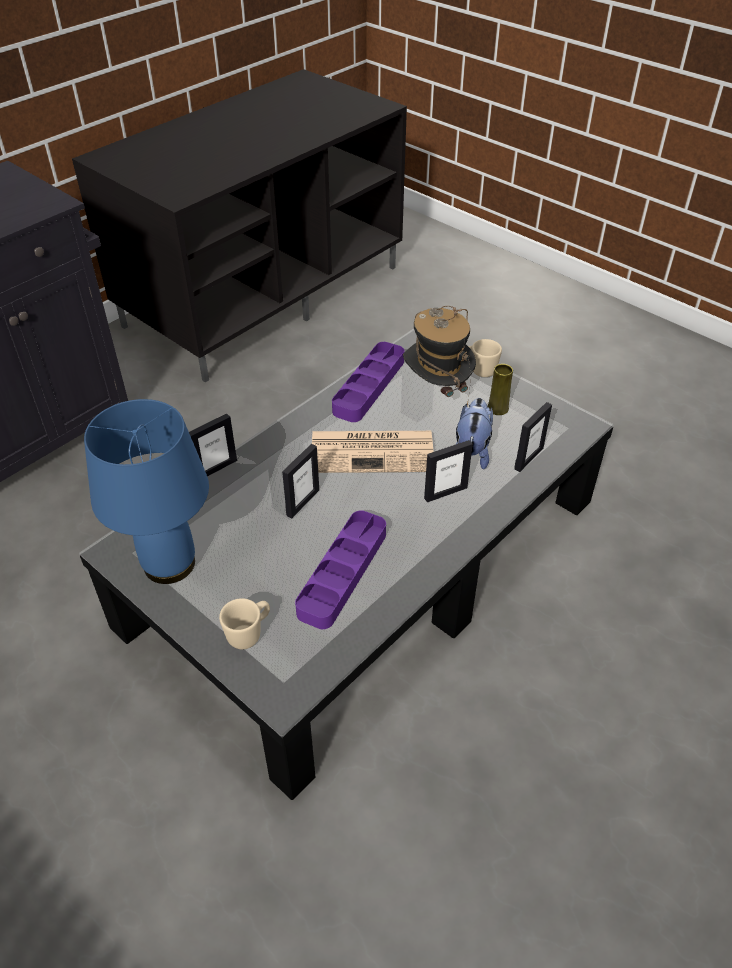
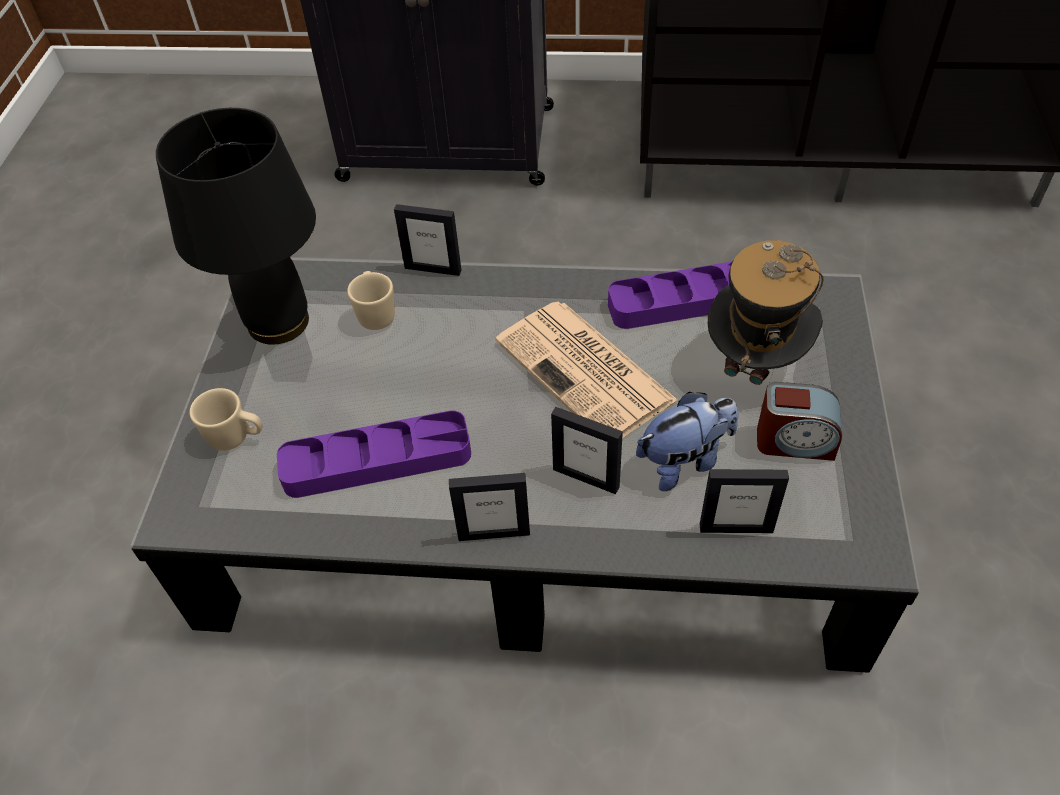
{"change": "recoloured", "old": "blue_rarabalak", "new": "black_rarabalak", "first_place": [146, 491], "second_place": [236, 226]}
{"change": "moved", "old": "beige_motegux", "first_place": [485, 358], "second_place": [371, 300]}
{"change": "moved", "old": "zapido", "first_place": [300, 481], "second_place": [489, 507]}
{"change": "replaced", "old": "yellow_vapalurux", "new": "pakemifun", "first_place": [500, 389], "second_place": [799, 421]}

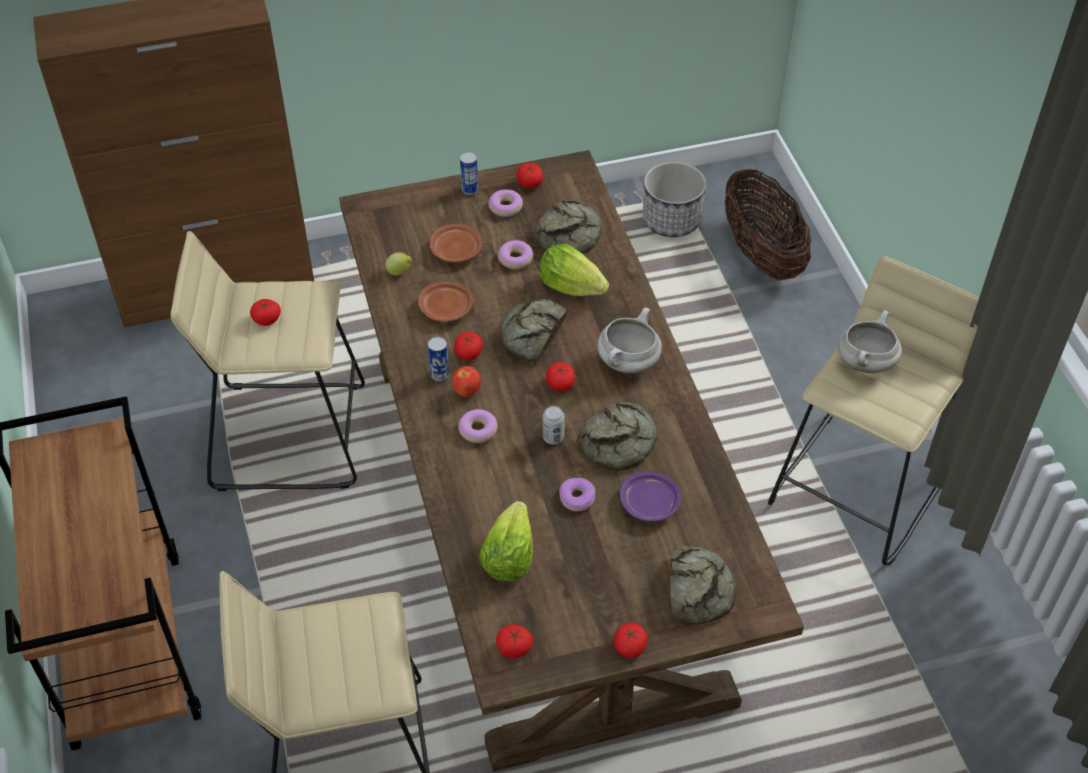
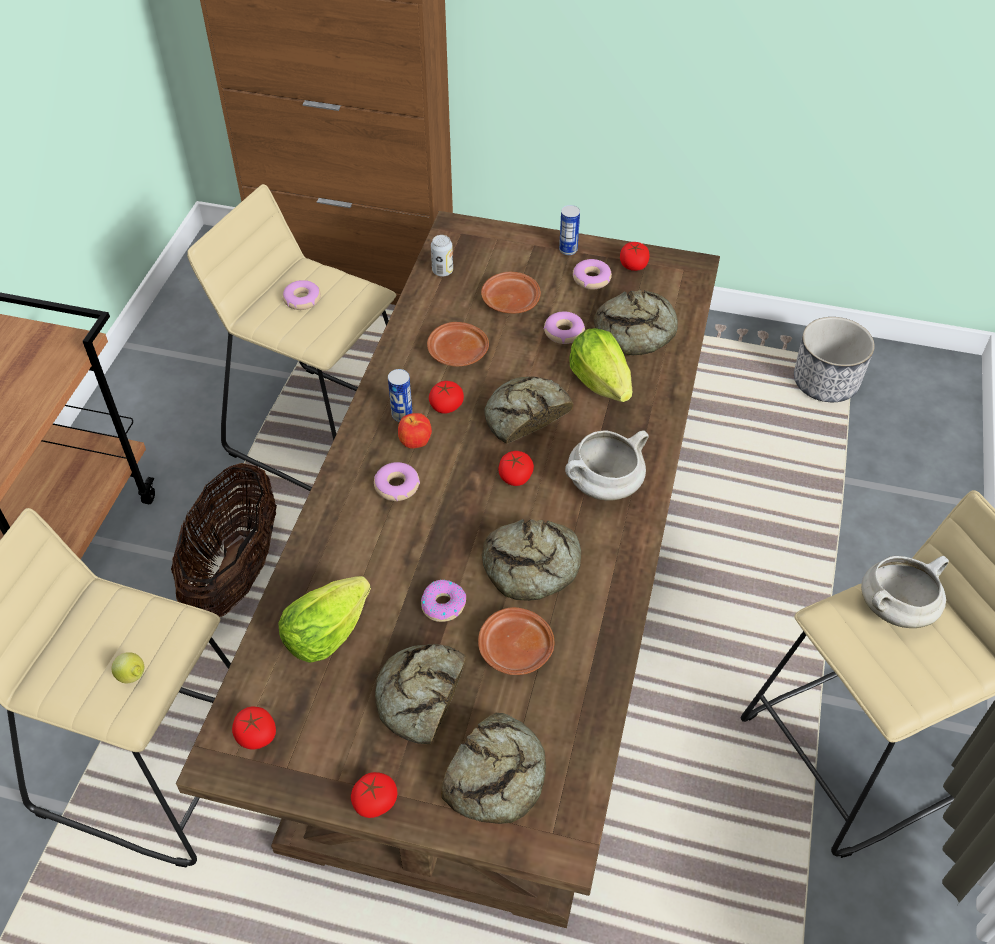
{"change": "moved", "old": "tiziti", "first_place": [398, 264], "second_place": [128, 667]}
{"change": "moved", "old": "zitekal", "first_place": [768, 224], "second_place": [224, 540]}
{"change": "replaced", "old": "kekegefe", "new": "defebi", "first_place": [265, 312], "second_place": [302, 295]}
{"change": "added", "new": "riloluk", "second_place": [420, 694]}
{"change": "moved", "old": "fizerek", "first_place": [554, 425], "second_place": [442, 256]}
{"change": "recoloured", "old": "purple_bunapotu", "new": "brown_bunapotu", "first_place": [650, 496], "second_place": [516, 641]}

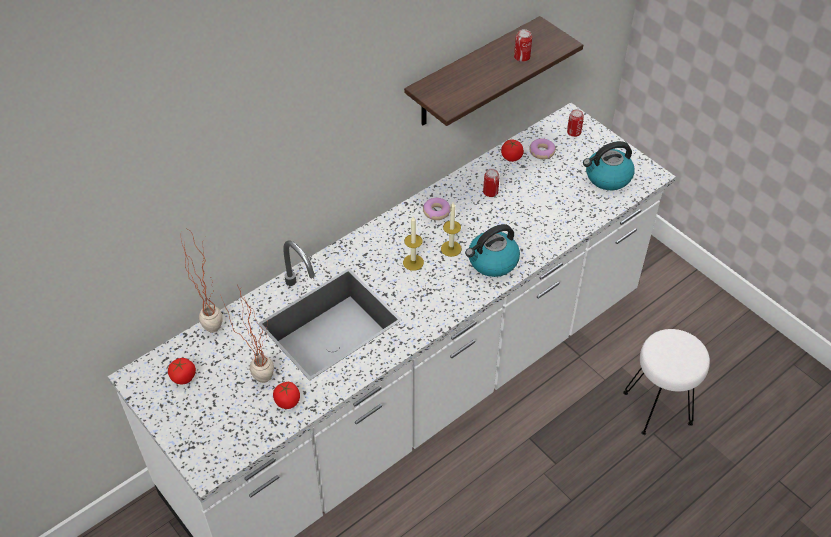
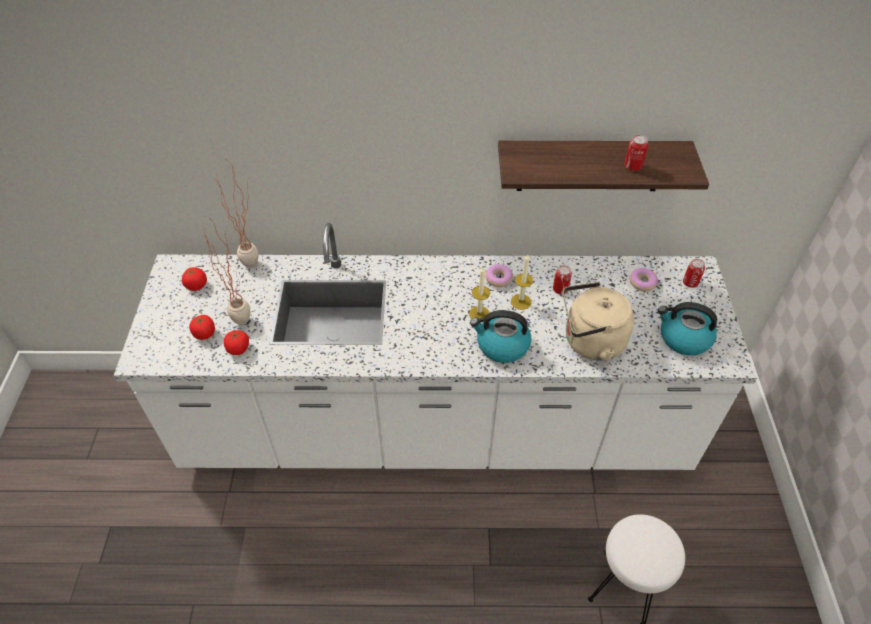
{"change": "moved", "old": "kekegefe", "first_place": [512, 151], "second_place": [202, 327]}
{"change": "moved", "old": "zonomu", "first_place": [413, 243], "second_place": [522, 282]}
{"change": "added", "new": "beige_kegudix", "second_place": [598, 321]}

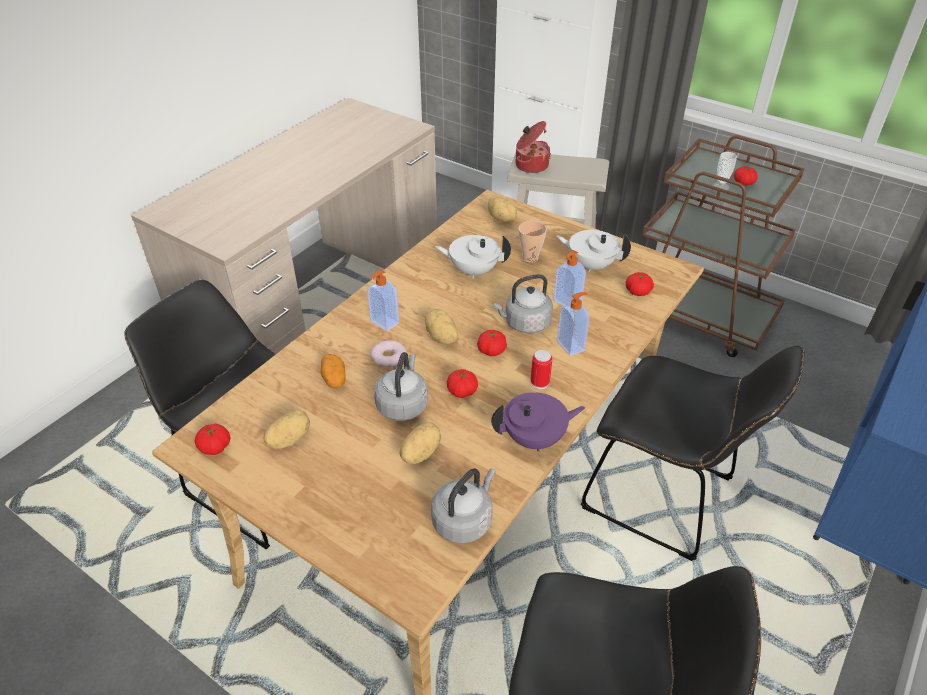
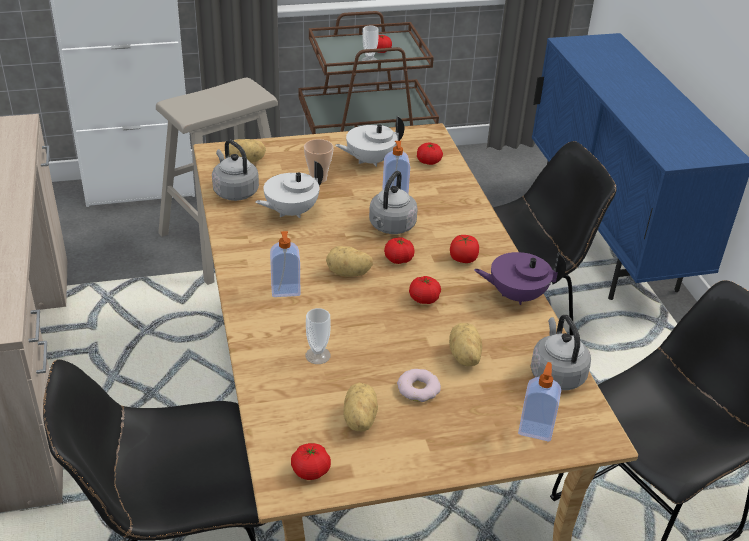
{"change": "moved", "old": "grey_kegudix", "first_place": [401, 386], "second_place": [235, 170]}
{"change": "replaced", "old": "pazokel", "new": "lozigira", "first_place": [333, 371], "second_place": [318, 336]}
{"change": "moved", "old": "defebi", "first_place": [388, 353], "second_place": [419, 385]}
{"change": "replaced", "old": "fizerek", "new": "kekegefe", "first_place": [541, 369], "second_place": [464, 249]}
{"change": "turned", "old": "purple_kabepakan", "first_place": [538, 422], "second_place": [520, 278], "degrees": -120}
{"change": "moved", "old": "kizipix", "first_place": [573, 324], "second_place": [539, 401]}
{"change": "removed", "old": "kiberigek", "first_place": [533, 147]}

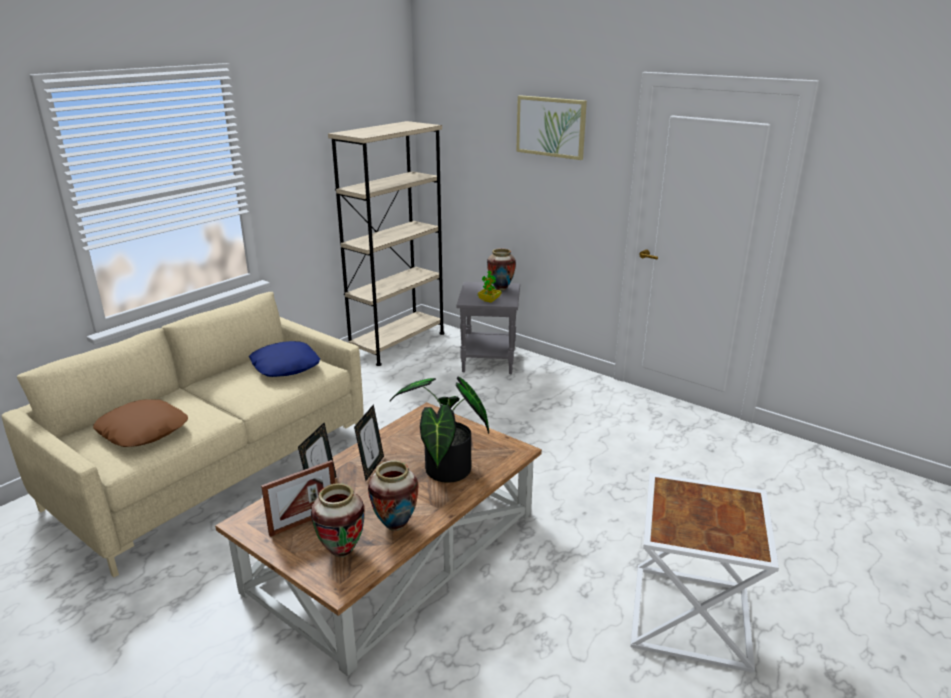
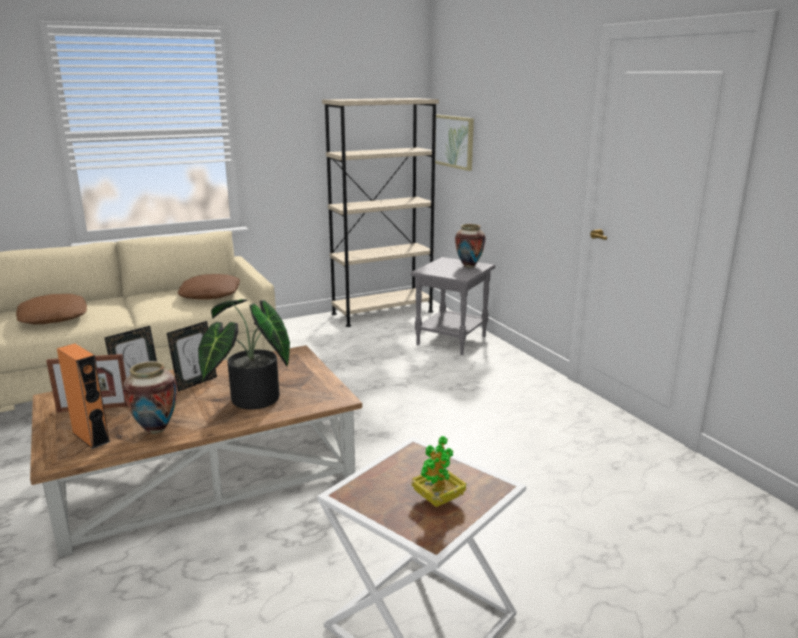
{"change": "replaced", "old": "vapalurux", "new": "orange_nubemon", "first_place": [338, 520], "second_place": [83, 396]}
{"change": "recoloured", "old": "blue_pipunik", "new": "brown_pipunik", "first_place": [284, 359], "second_place": [208, 287]}
{"change": "moved", "old": "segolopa", "first_place": [489, 286], "second_place": [439, 471]}
{"change": "moved", "old": "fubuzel", "first_place": [551, 127], "second_place": [454, 143]}

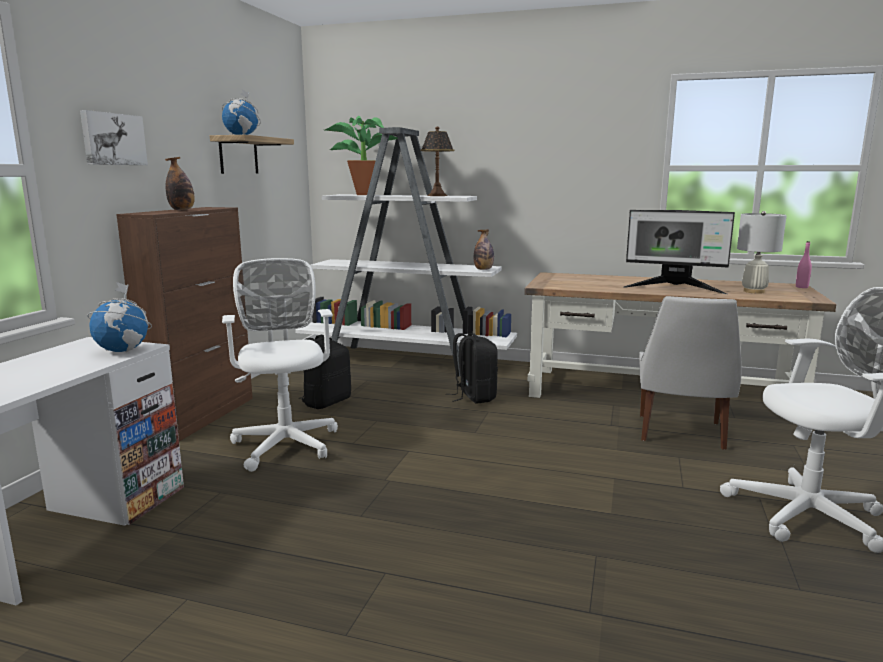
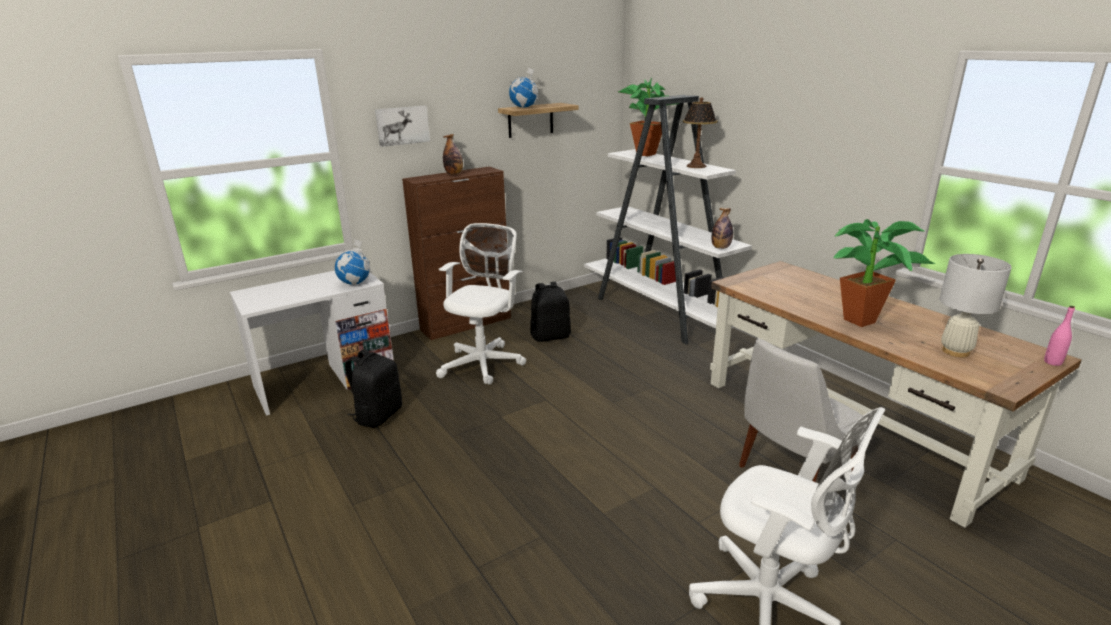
{"change": "moved", "old": "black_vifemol", "first_place": [472, 368], "second_place": [373, 388]}
{"change": "replaced", "old": "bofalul", "new": "segolopa", "first_place": [679, 252], "second_place": [884, 273]}

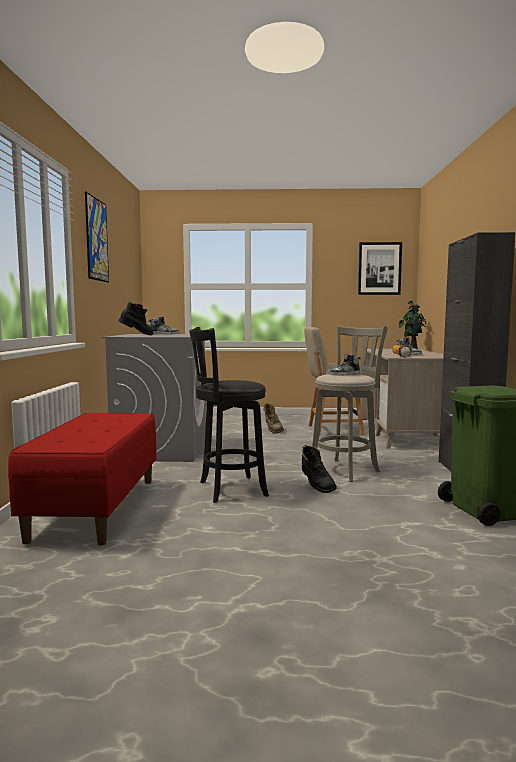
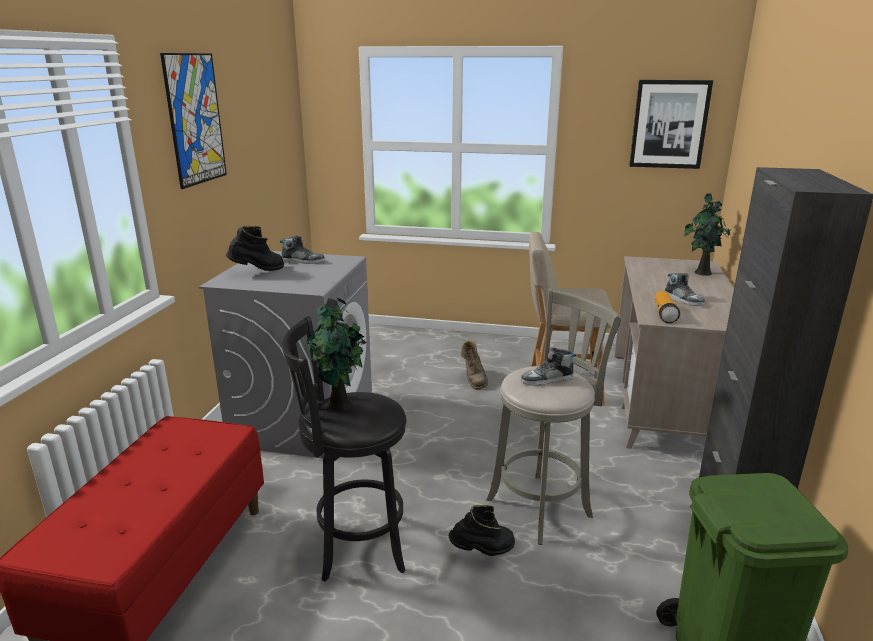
{"change": "added", "new": "segolopa", "second_place": [336, 354]}
{"change": "turned", "old": "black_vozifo", "first_place": [319, 469], "second_place": [482, 530], "degrees": -90}

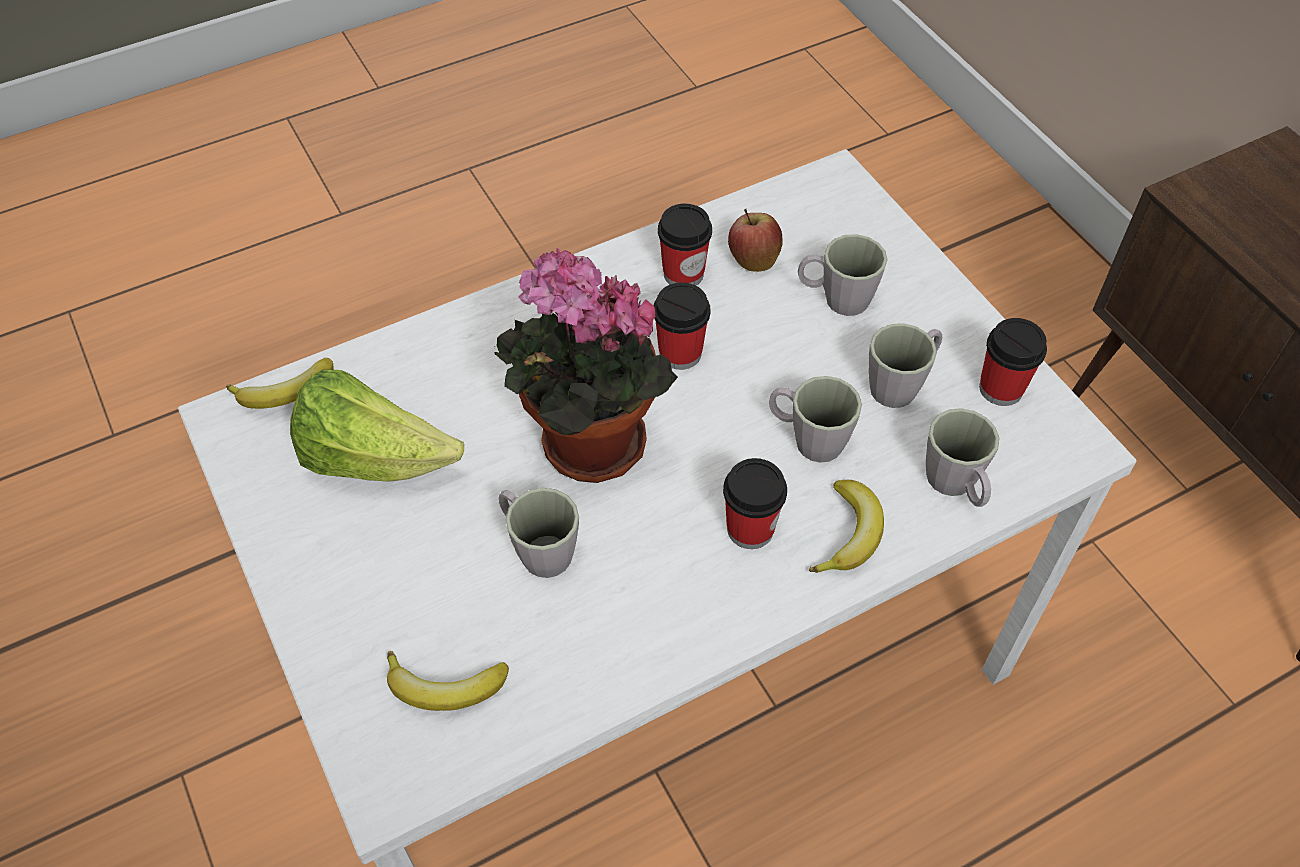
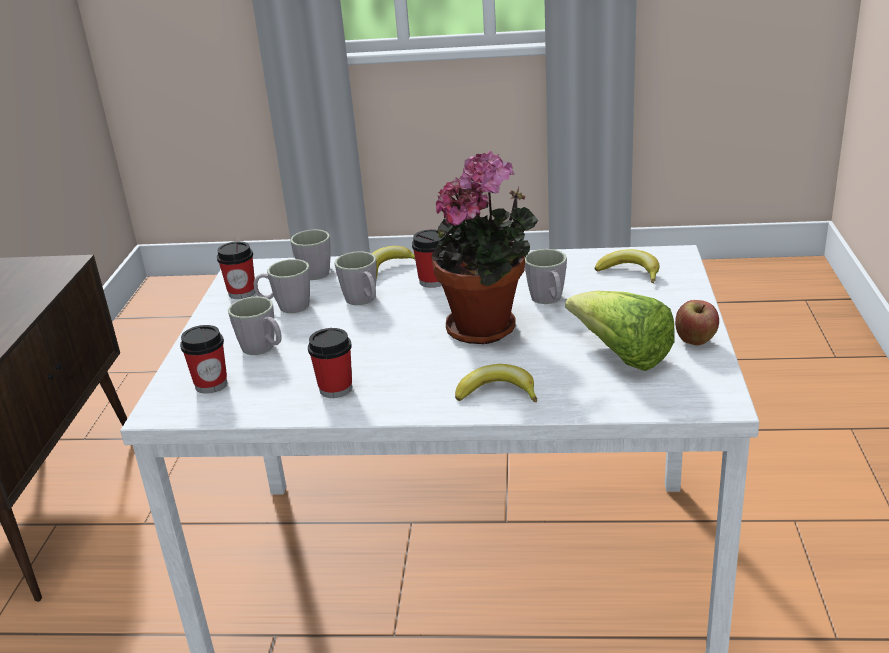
{"change": "moved", "old": "lozigira", "first_place": [682, 326], "second_place": [203, 359]}
{"change": "moved", "old": "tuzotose", "first_place": [279, 383], "second_place": [496, 383]}
{"change": "moved", "old": "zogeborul", "first_place": [755, 240], "second_place": [697, 323]}

